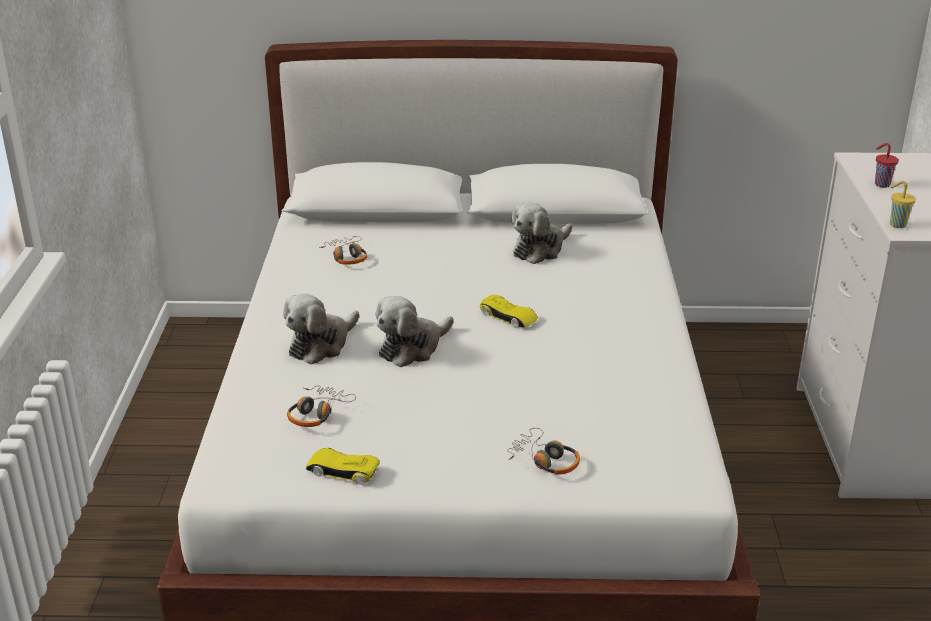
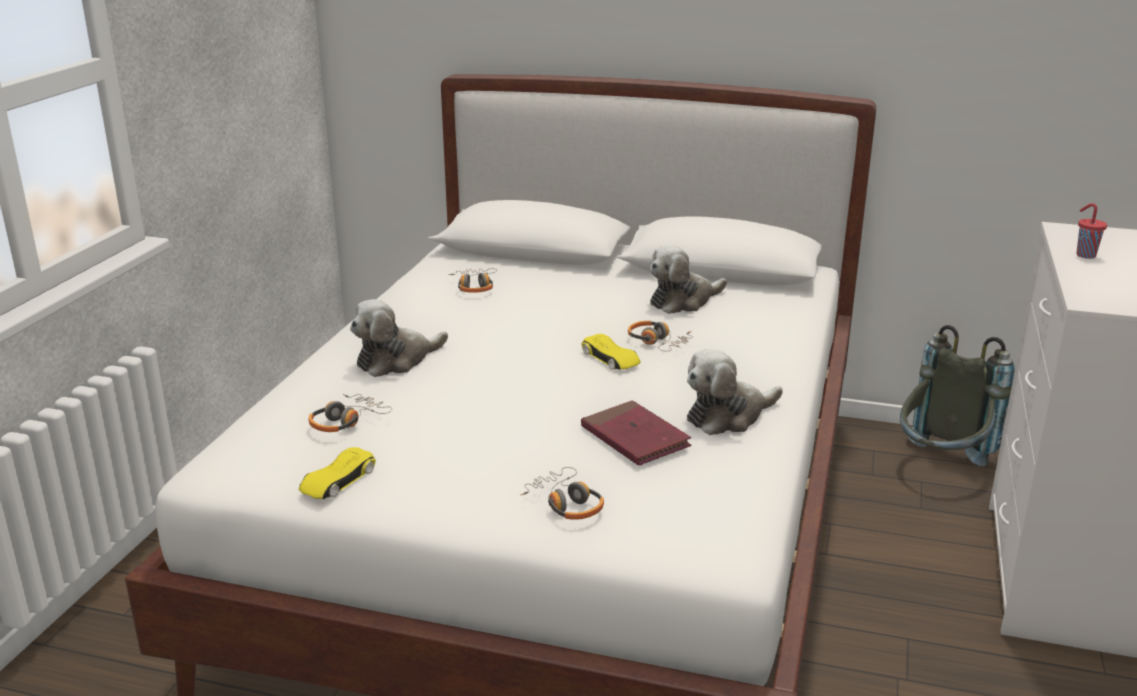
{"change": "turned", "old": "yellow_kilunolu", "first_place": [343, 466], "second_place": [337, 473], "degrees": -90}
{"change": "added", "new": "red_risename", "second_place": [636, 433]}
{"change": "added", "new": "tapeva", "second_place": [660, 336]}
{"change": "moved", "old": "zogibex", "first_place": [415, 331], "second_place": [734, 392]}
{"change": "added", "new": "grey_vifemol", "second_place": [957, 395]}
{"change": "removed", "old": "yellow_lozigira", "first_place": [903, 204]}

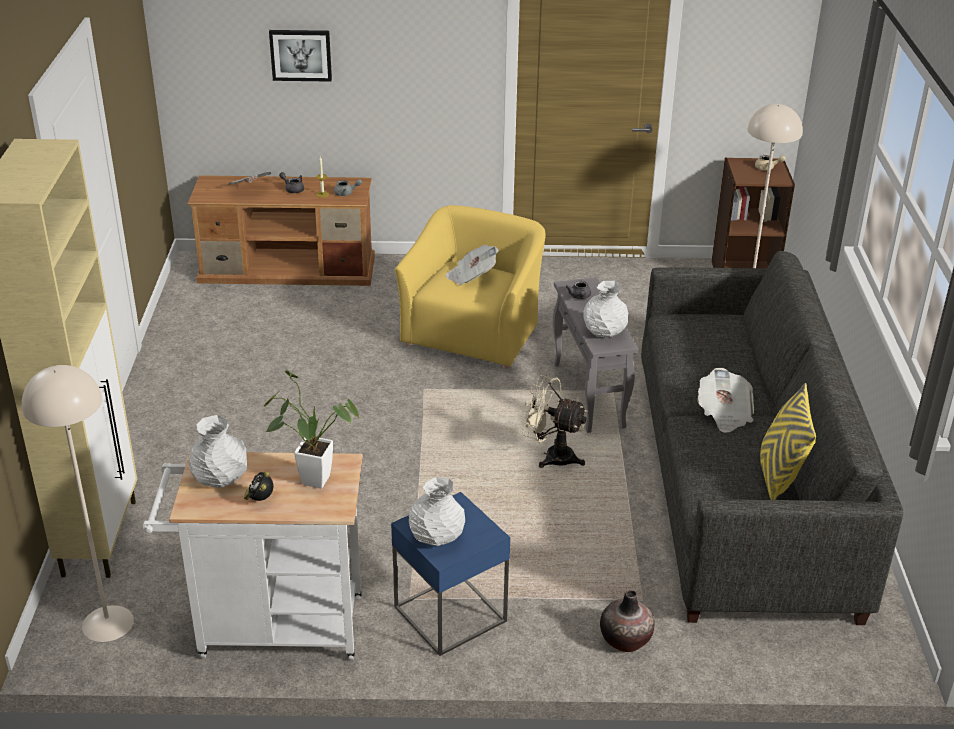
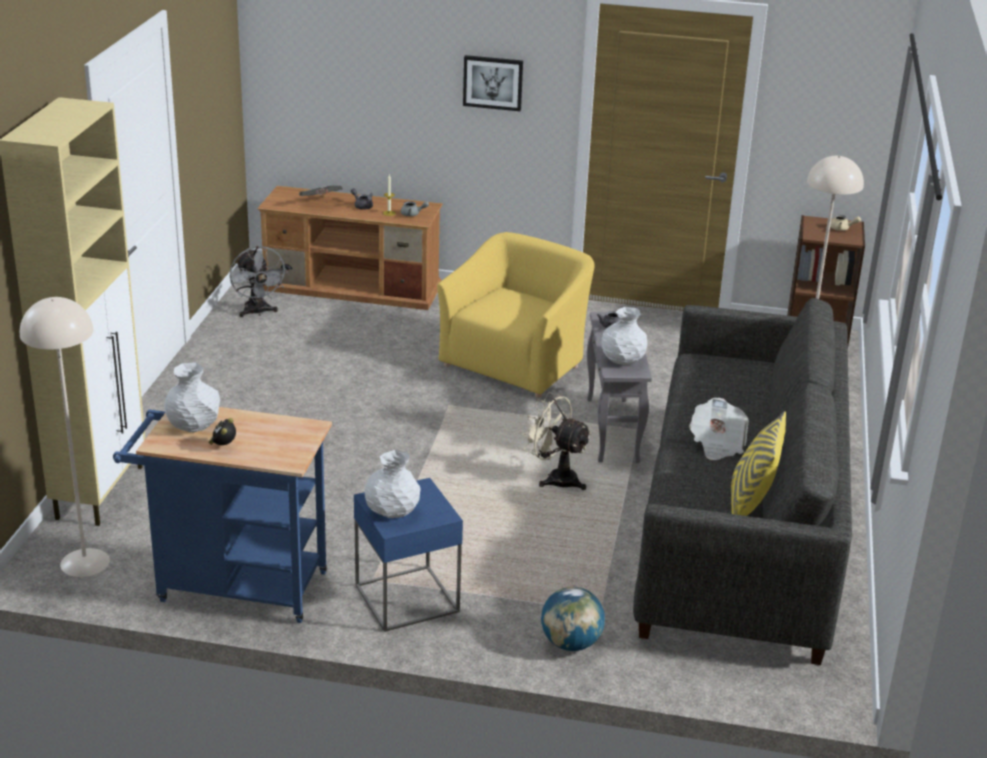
{"change": "recoloured", "old": "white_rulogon", "new": "blue_rulogon", "first_place": [253, 556], "second_place": [222, 515]}
{"change": "added", "new": "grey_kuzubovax", "second_place": [259, 281]}
{"change": "moved", "old": "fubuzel", "first_place": [300, 56], "second_place": [493, 83]}
{"change": "replaced", "old": "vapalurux", "new": "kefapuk", "first_place": [627, 621], "second_place": [573, 619]}
{"change": "removed", "old": "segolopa", "first_place": [312, 429]}
{"change": "removed", "old": "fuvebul", "first_place": [472, 265]}

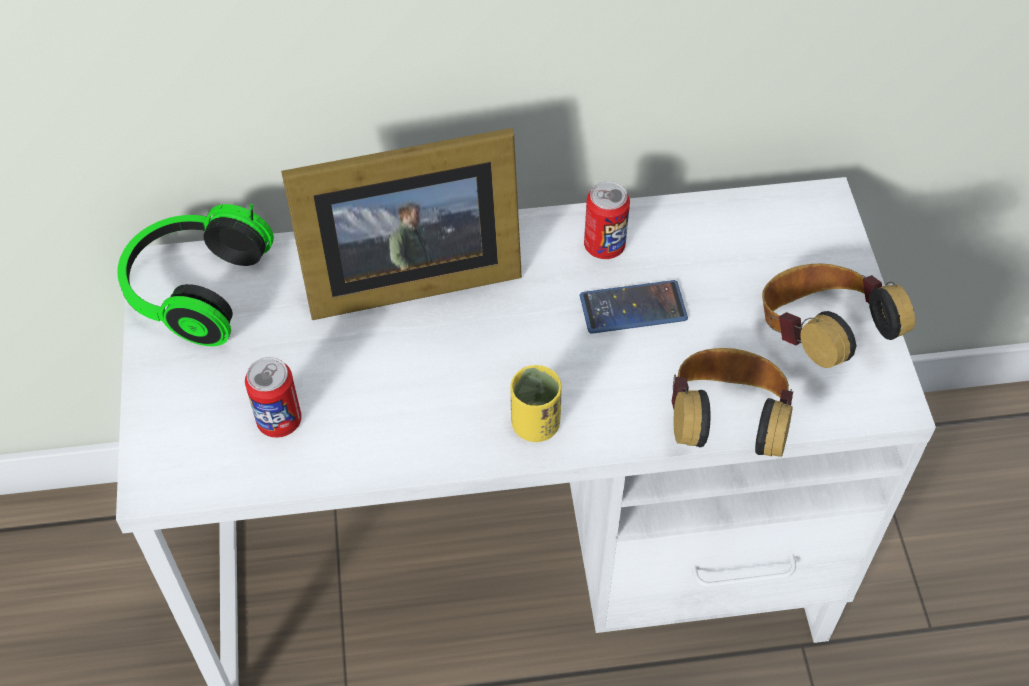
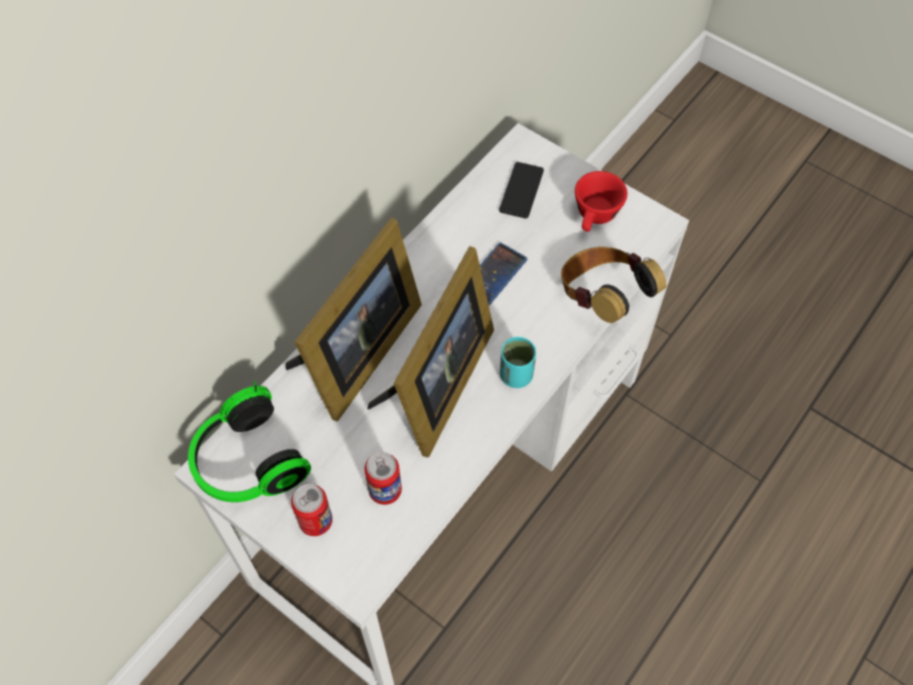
{"change": "moved", "old": "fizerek", "first_place": [607, 220], "second_place": [312, 510]}
{"change": "added", "new": "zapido", "second_place": [430, 351]}
{"change": "added", "new": "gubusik", "second_place": [521, 190]}
{"change": "recoloured", "old": "yellow_lozigira", "new": "turquoise_lozigira", "first_place": [536, 403], "second_place": [518, 362]}
{"change": "replaced", "old": "tapeva", "new": "red_lozigira", "first_place": [838, 316], "second_place": [601, 201]}

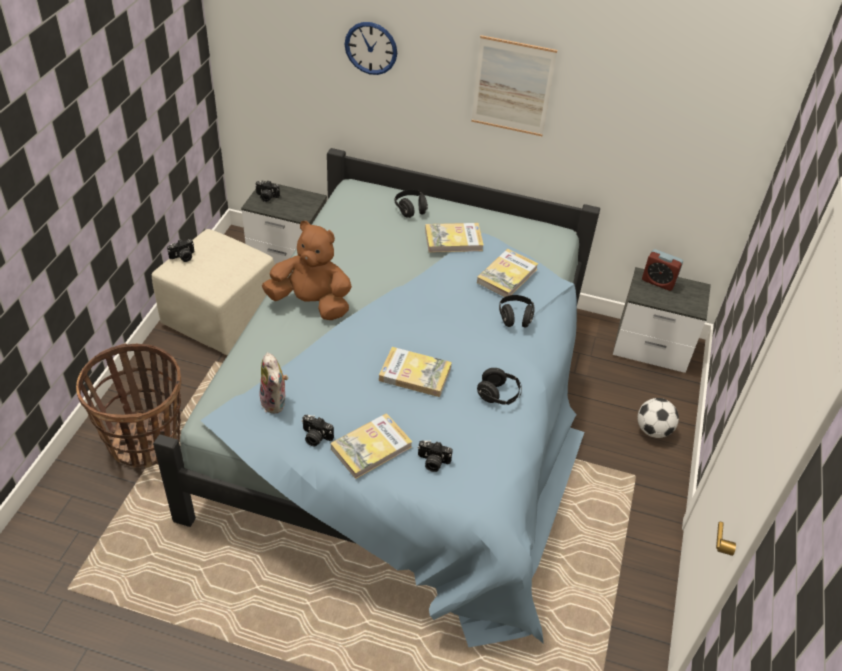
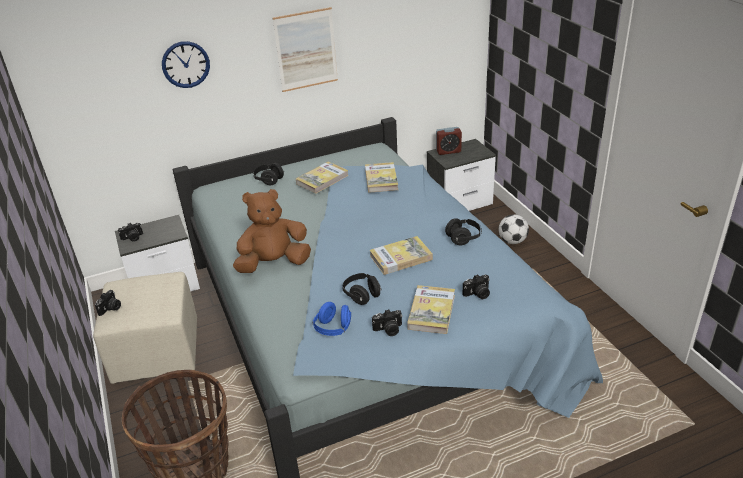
{"change": "replaced", "old": "zogibex", "new": "blue_tapeva", "first_place": [273, 383], "second_place": [332, 319]}
{"change": "moved", "old": "black_tapeva", "first_place": [517, 311], "second_place": [362, 289]}

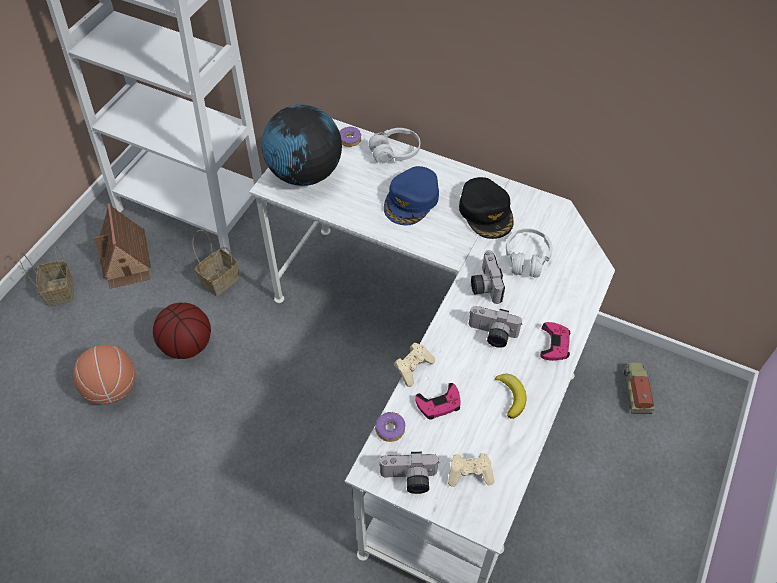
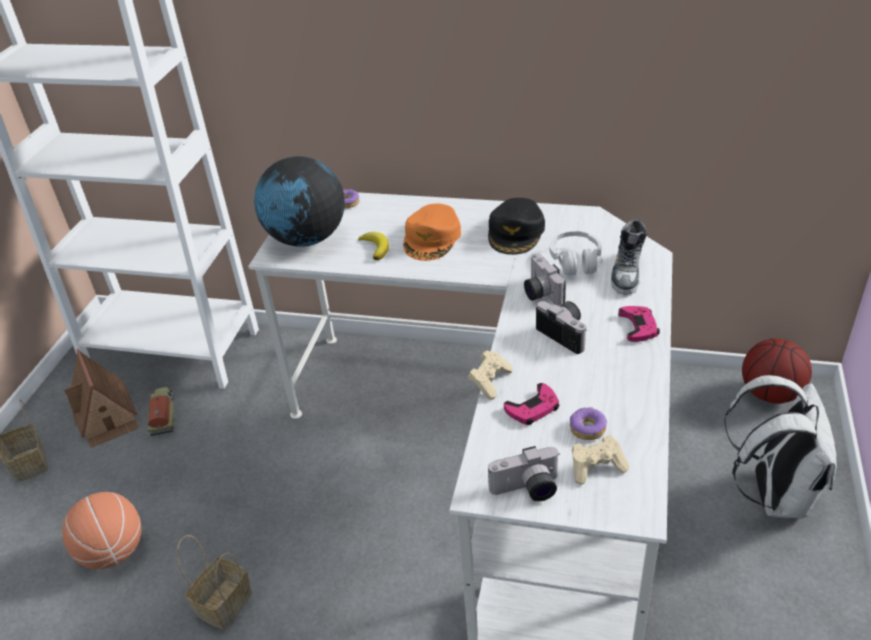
{"change": "moved", "old": "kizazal", "first_place": [639, 388], "second_place": [161, 411]}
{"change": "moved", "old": "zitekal", "first_place": [216, 263], "second_place": [214, 582]}
{"change": "moved", "old": "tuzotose", "first_place": [511, 396], "second_place": [373, 246]}
{"change": "recoloured", "old": "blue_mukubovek", "new": "orange_mukubovek", "first_place": [411, 195], "second_place": [432, 232]}
{"change": "turned", "old": "black_mukubovek", "first_place": [486, 208], "second_place": [516, 226], "degrees": 45}
{"change": "turned", "old": "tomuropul", "first_place": [495, 327], "second_place": [561, 327], "degrees": -135}
{"change": "moved", "old": "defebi", "first_place": [390, 426], "second_place": [588, 423]}
{"change": "added", "new": "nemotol", "second_place": [629, 257]}
{"change": "added", "new": "white_vifemol", "second_place": [780, 446]}
{"change": "moved", "old": "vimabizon", "first_place": [182, 331], "second_place": [777, 371]}
{"change": "removed", "old": "white_tapeva", "first_place": [394, 146]}

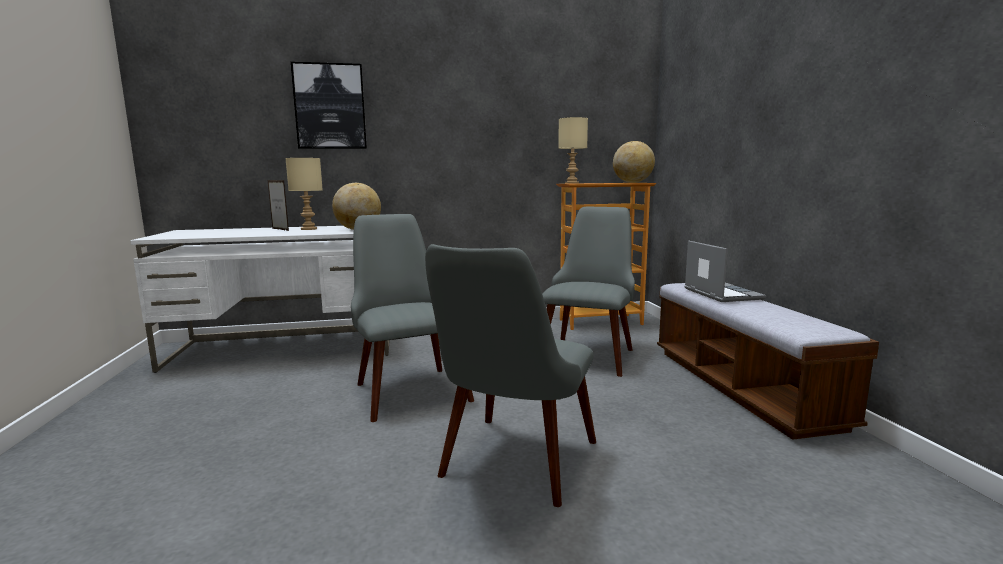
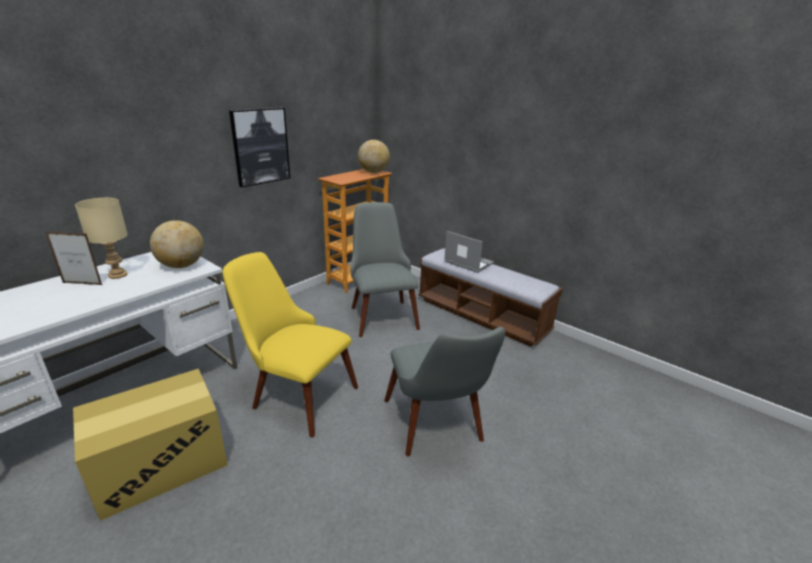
{"change": "added", "new": "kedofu", "second_place": [150, 445]}
{"change": "recoloured", "old": "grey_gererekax", "new": "yellow_gererekax", "first_place": [412, 318], "second_place": [290, 345]}
{"change": "moved", "old": "fubuzel", "first_place": [329, 105], "second_place": [259, 147]}
{"change": "removed", "old": "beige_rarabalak", "first_place": [573, 150]}

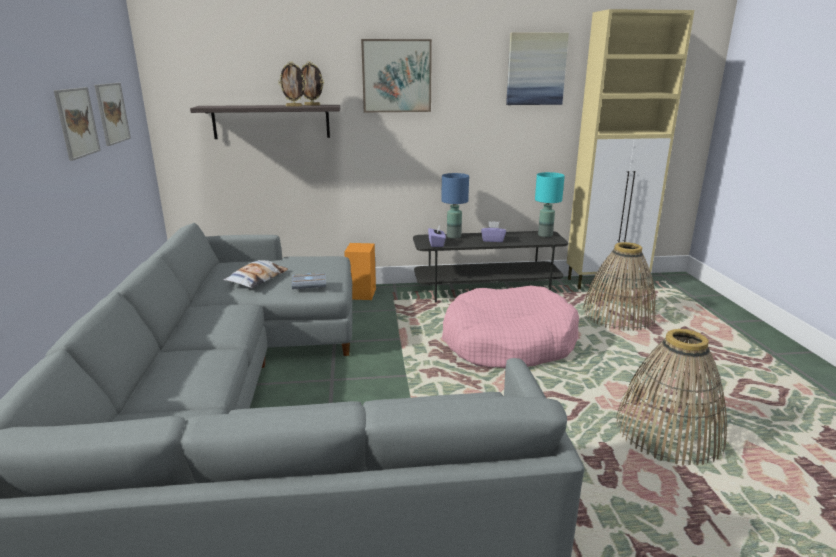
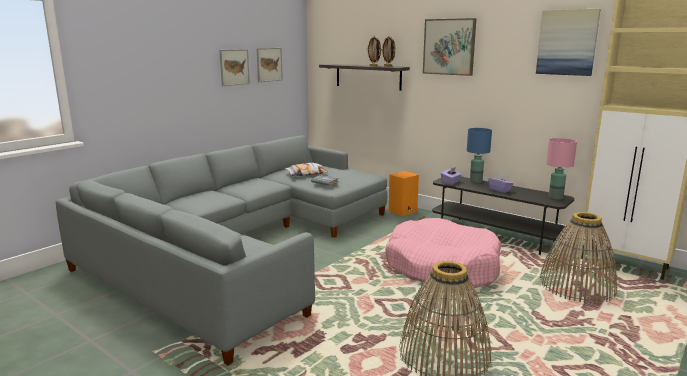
{"change": "recoloured", "old": "turquoise_rarabalak", "new": "pink_rarabalak", "first_place": [550, 204], "second_place": [561, 169]}

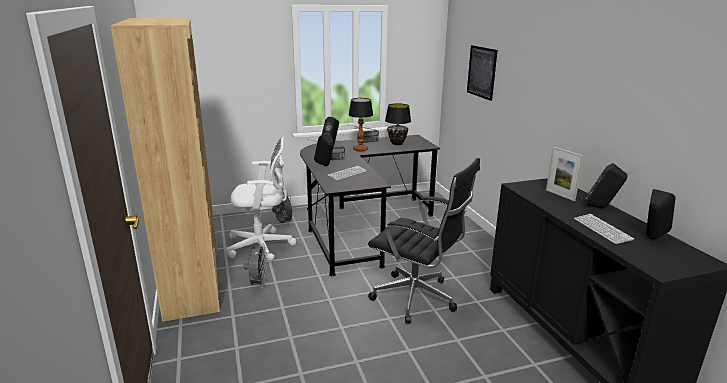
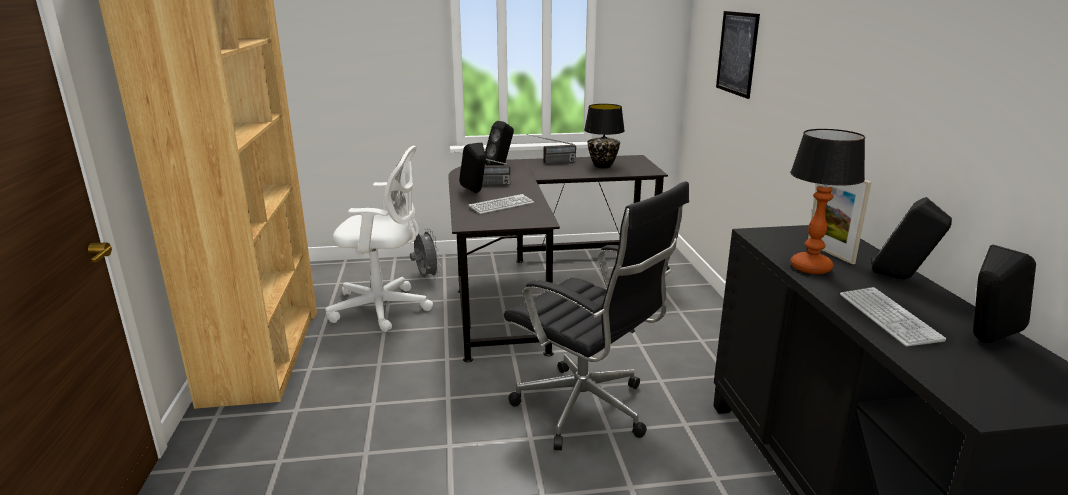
{"change": "moved", "old": "rarabalak", "first_place": [360, 125], "second_place": [827, 201]}
{"change": "removed", "old": "grey_kuzubovax", "first_place": [256, 266]}

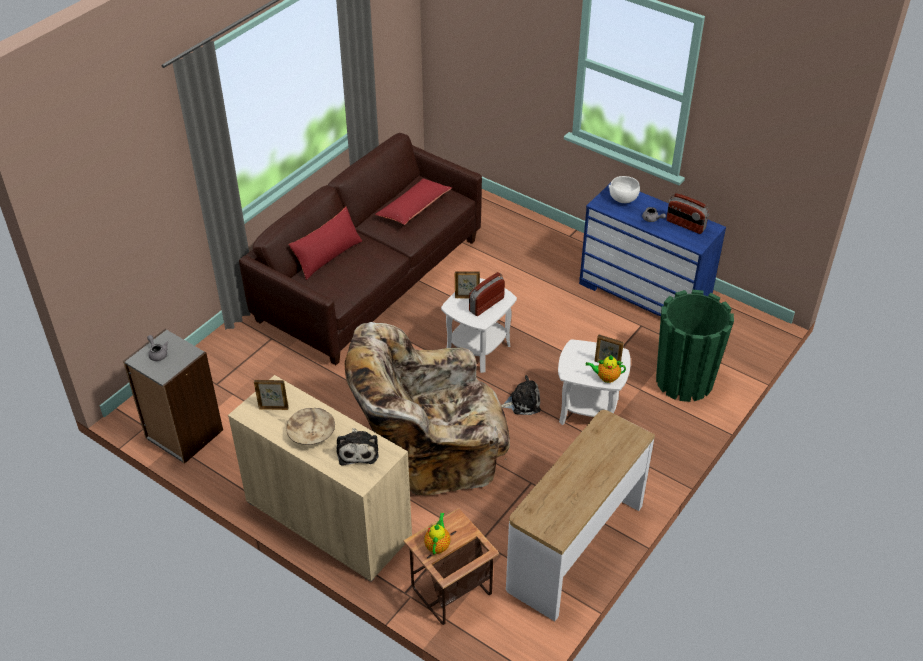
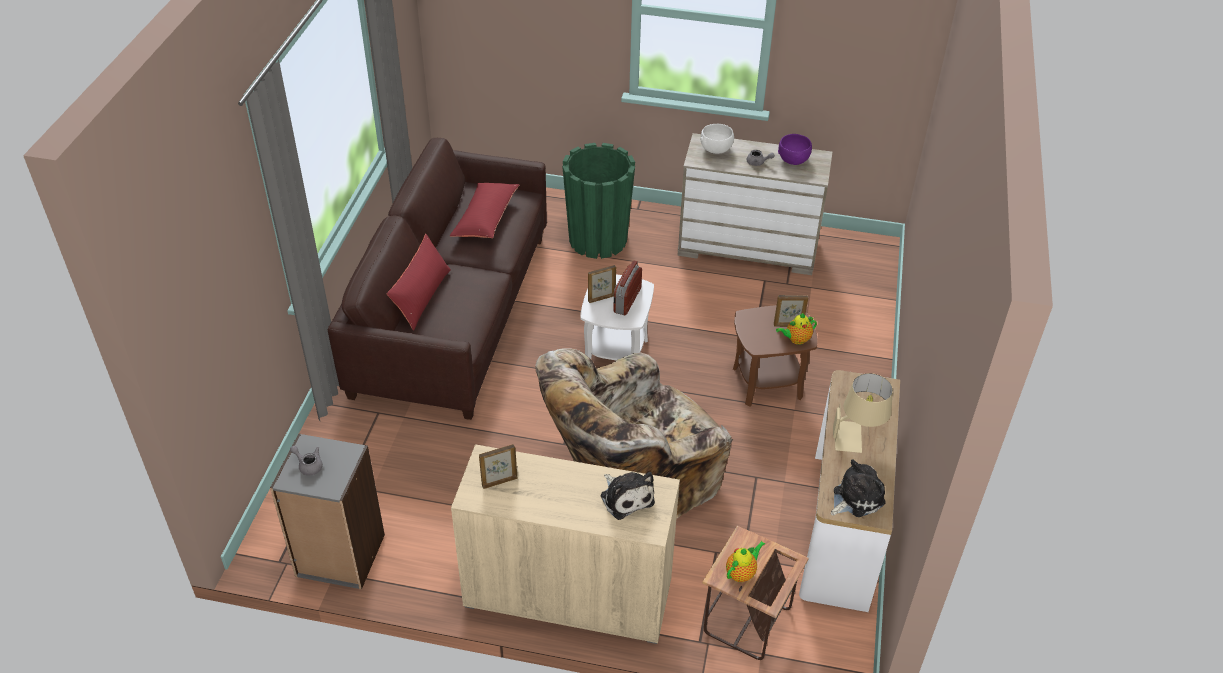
{"change": "moved", "old": "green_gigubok", "first_place": [695, 346], "second_place": [598, 201]}
{"change": "recoloured", "old": "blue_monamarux", "new": "beige_monamarux", "first_place": [652, 250], "second_place": [755, 204]}
{"change": "turned", "old": "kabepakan", "first_place": [437, 533], "second_place": [745, 561], "degrees": 60}
{"change": "recoloured", "old": "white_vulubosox", "new": "brown_vulubosox", "first_place": [594, 382], "second_place": [775, 355]}
{"change": "replaced", "old": "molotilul", "new": "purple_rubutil", "first_place": [687, 213], "second_place": [795, 149]}
{"change": "moved", "old": "zogibex", "first_place": [521, 395], "second_place": [858, 488]}
{"change": "added", "new": "beige_rarabalak", "second_place": [863, 413]}
{"change": "removed", "old": "beige_rubutil", "first_place": [310, 426]}

